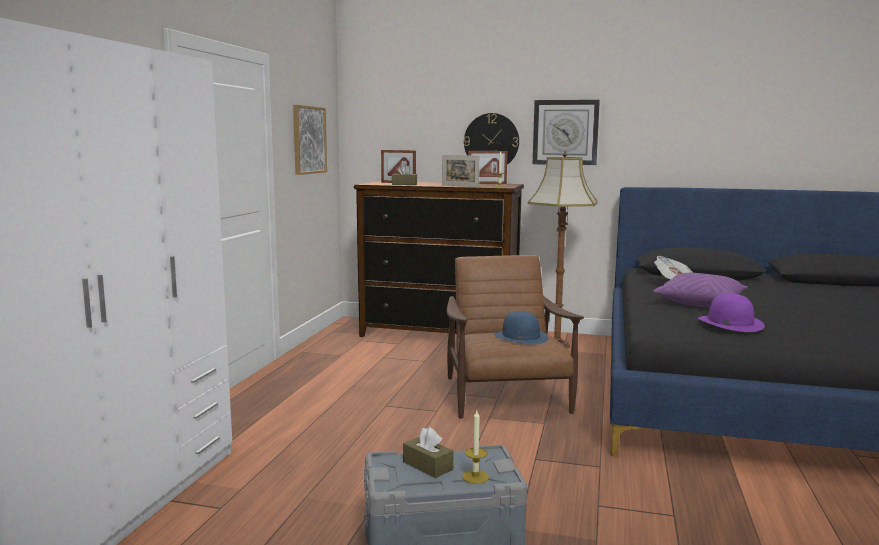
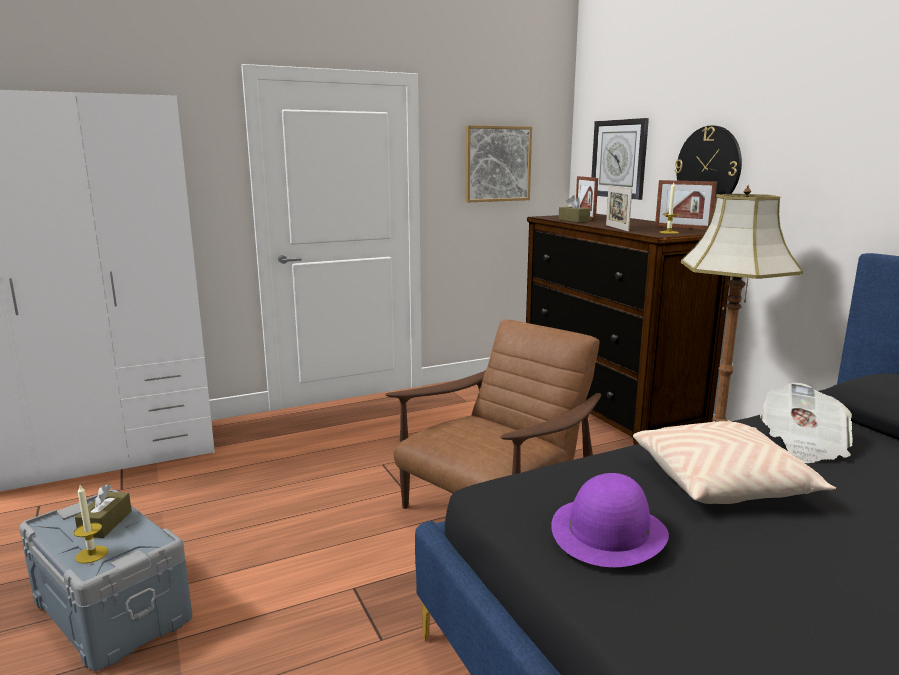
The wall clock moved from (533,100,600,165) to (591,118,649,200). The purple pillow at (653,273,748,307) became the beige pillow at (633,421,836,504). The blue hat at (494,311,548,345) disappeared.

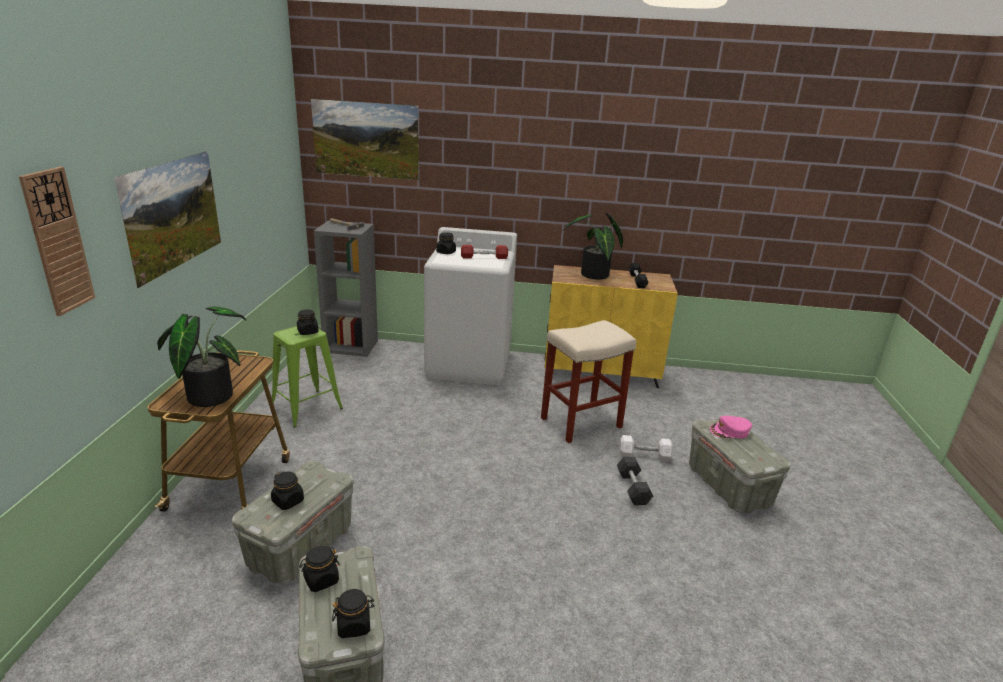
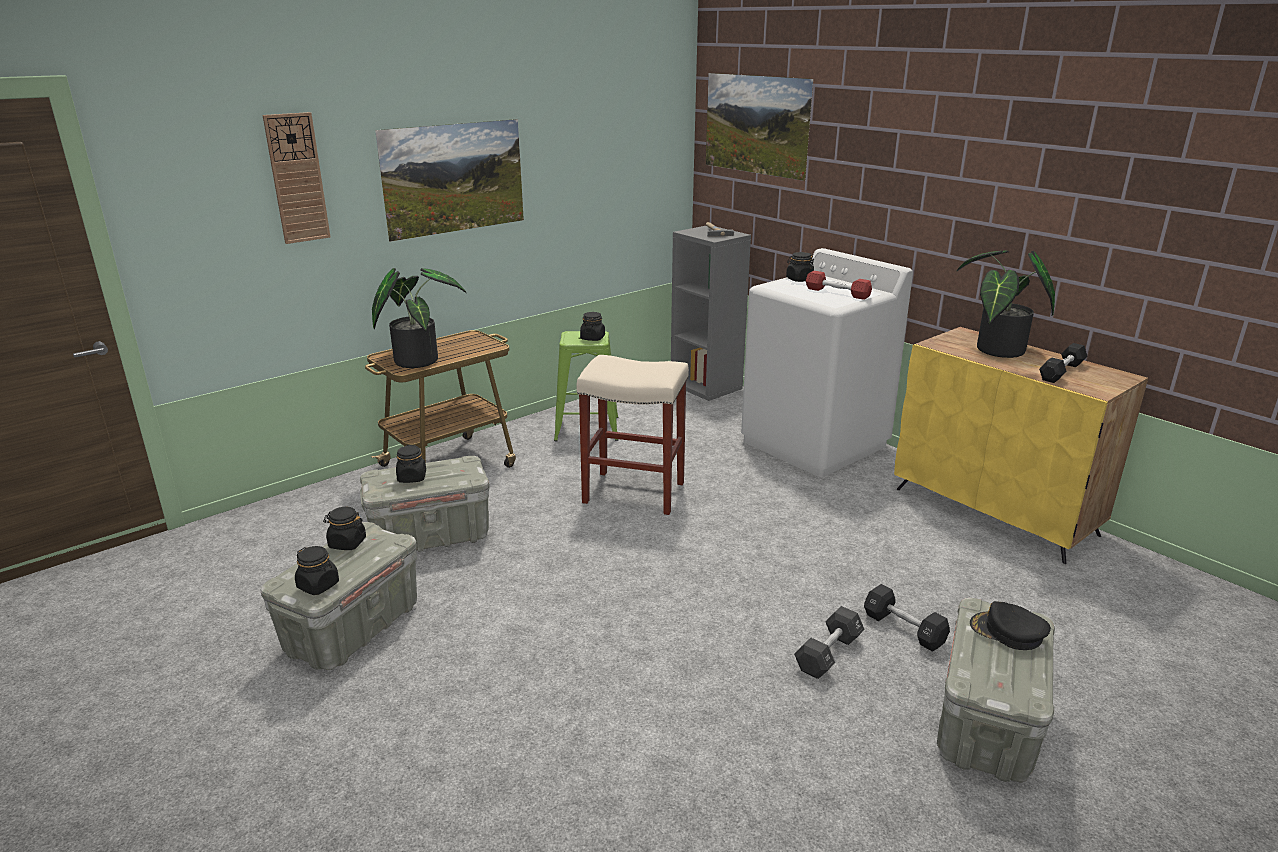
The beige stool moved from (541,320,636,443) to (576,355,689,515). The white dumbbell at (619,435,673,461) became the black dumbbell at (864,584,950,652). The pink cap at (710,416,752,439) became the black cap at (970,601,1051,650).

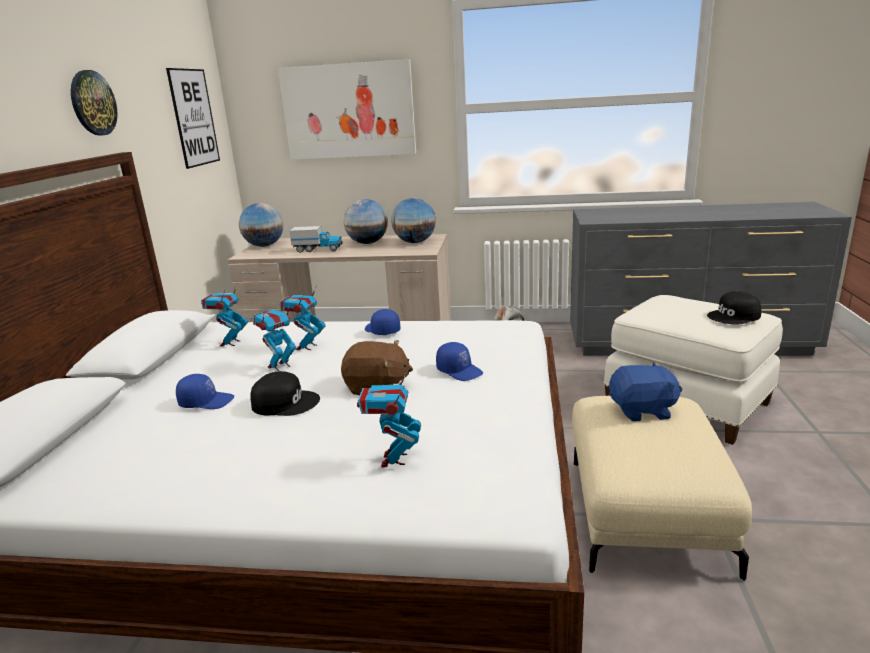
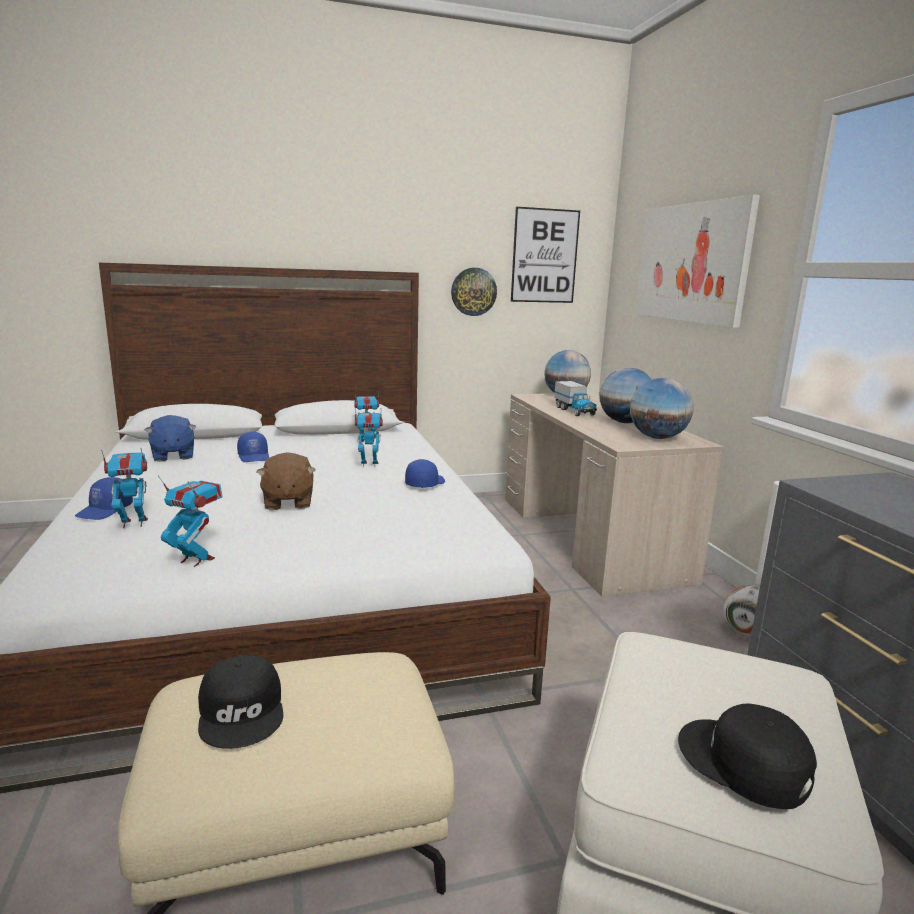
The blue cap moved from (436,342,483,381) to (75,477,133,520). The blue plush toy moved from (609,362,683,421) to (145,415,196,462). The toy robot moved from (253,303,296,371) to (158,475,223,567). The black cap moved from (250,371,320,416) to (198,655,283,749). The wall clock moved from (71,70,118,136) to (451,268,497,316).

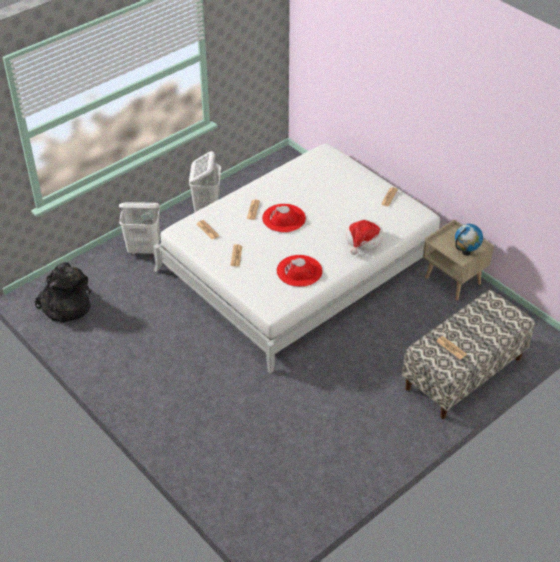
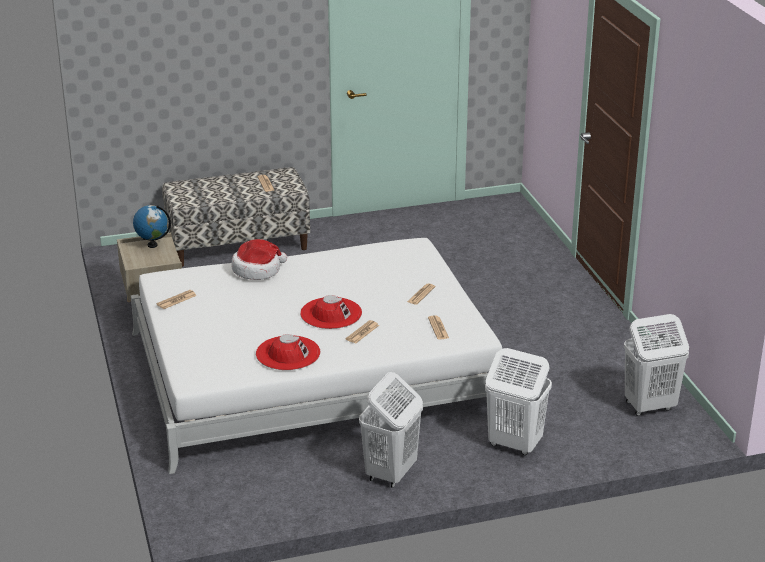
The red hat moved from (277,255,323,287) to (256,334,320,370). The black backpack at (34,262,91,322) was replaced by the white laundry basket at (624,314,689,416).

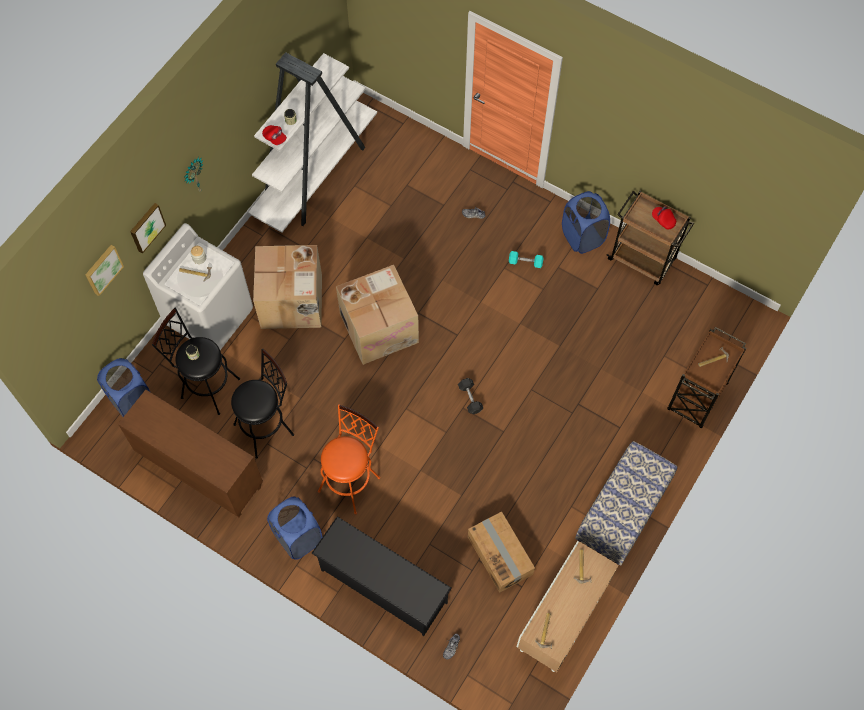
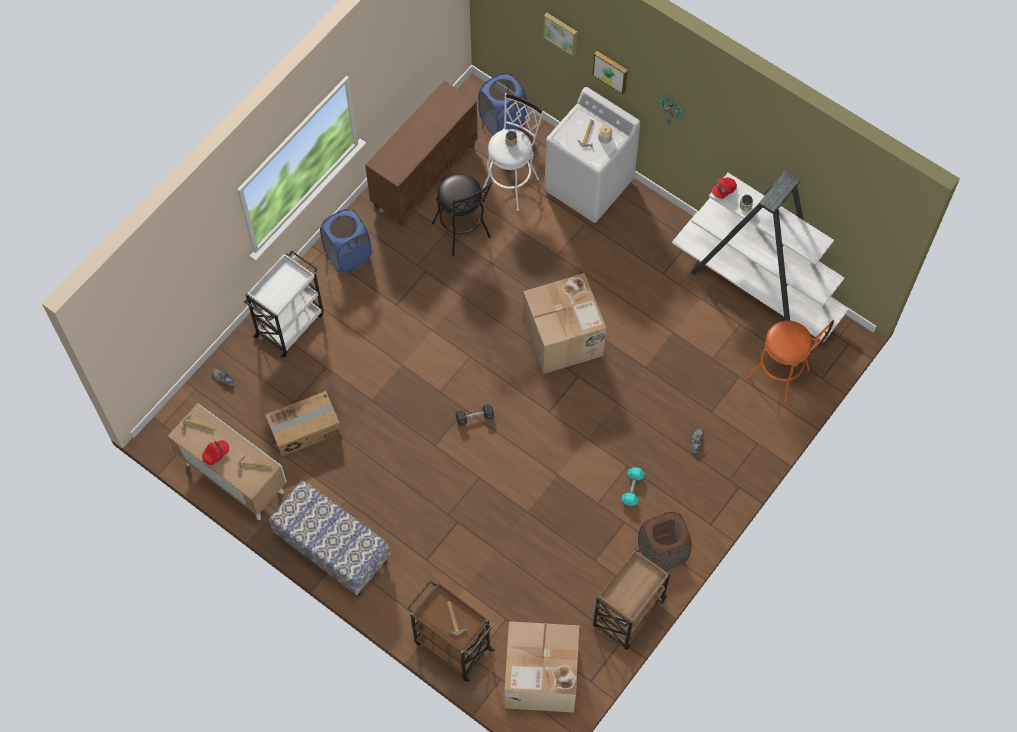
The red cap moved from (652,206,676,229) to (202,440,229,465). The black shoe rack at (311,516,452,636) was replaced by the white cart at (244,251,324,358). The black stool at (152,308,240,415) became the white stool at (482,93,544,211). The cardboard box moved from (253,245,322,329) to (505,621,579,713). The blue laundry basket at (562,191,610,254) became the brown laundry basket at (638,512,692,571). The orange stool moved from (318,405,380,514) to (748,319,835,403).

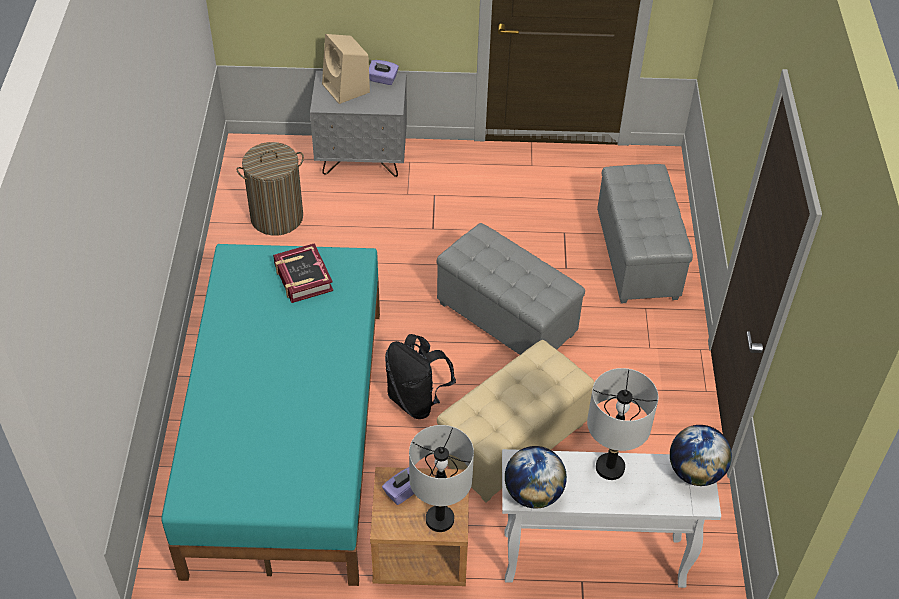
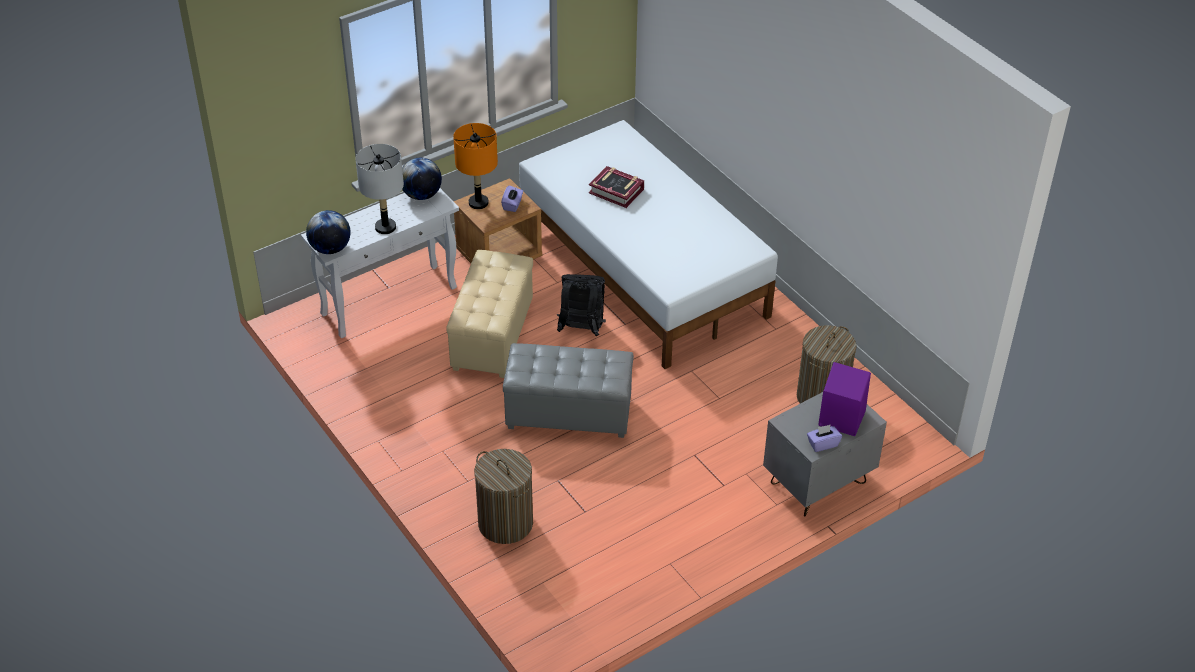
The grey table lamp at (409,425,474,532) became the orange table lamp at (453,123,498,209). The grey ottoman at (597,164,693,303) was replaced by the laundry basket at (474,449,533,544). The turquoise bed at (161,244,380,586) became the white bed at (519,120,778,369). The book moved from (273,243,333,303) to (589,166,644,208). The beige speaker at (322,34,370,104) became the purple speaker at (818,362,871,436).

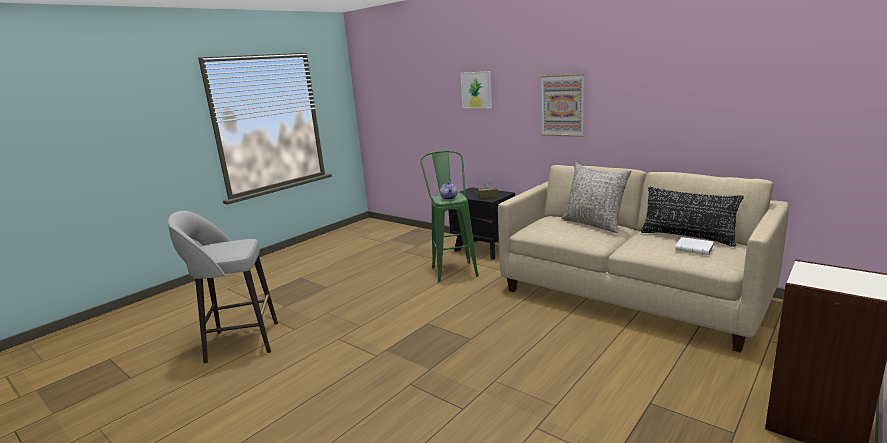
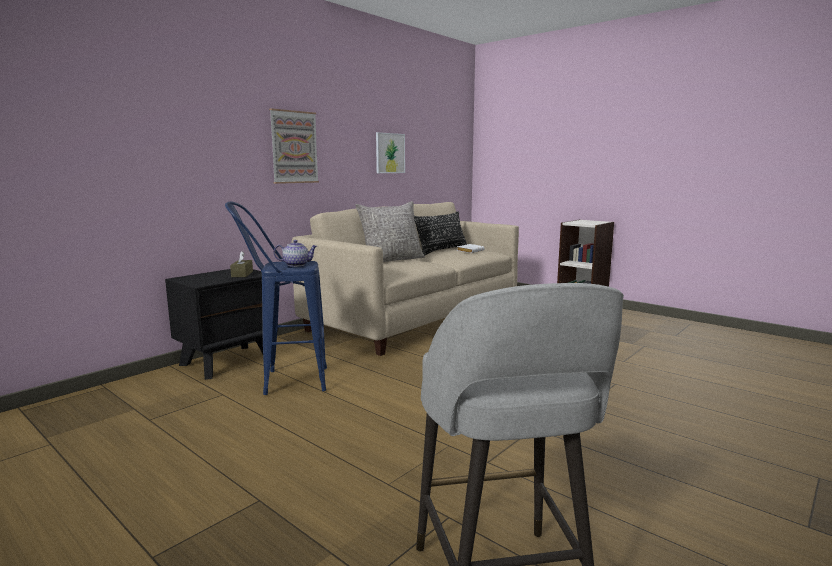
The green stool at (420,150,479,282) became the blue stool at (225,202,327,395). The picture moved from (460,71,492,108) to (376,132,405,173).

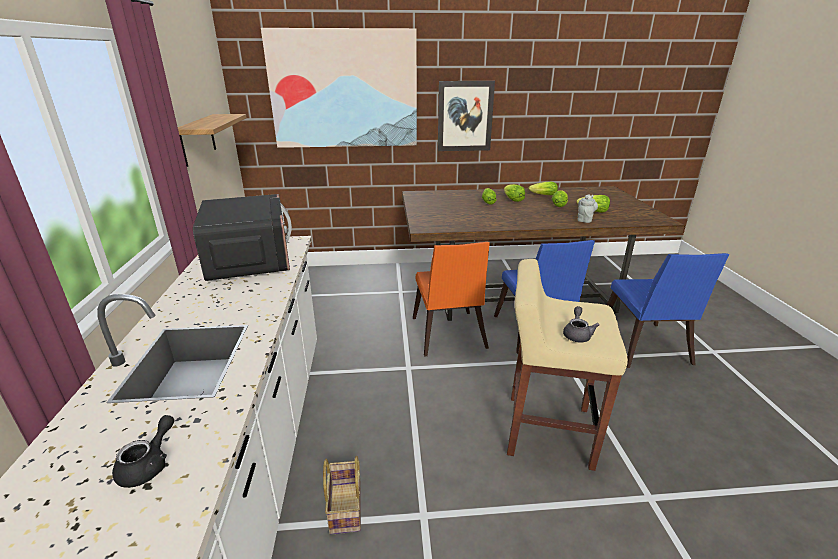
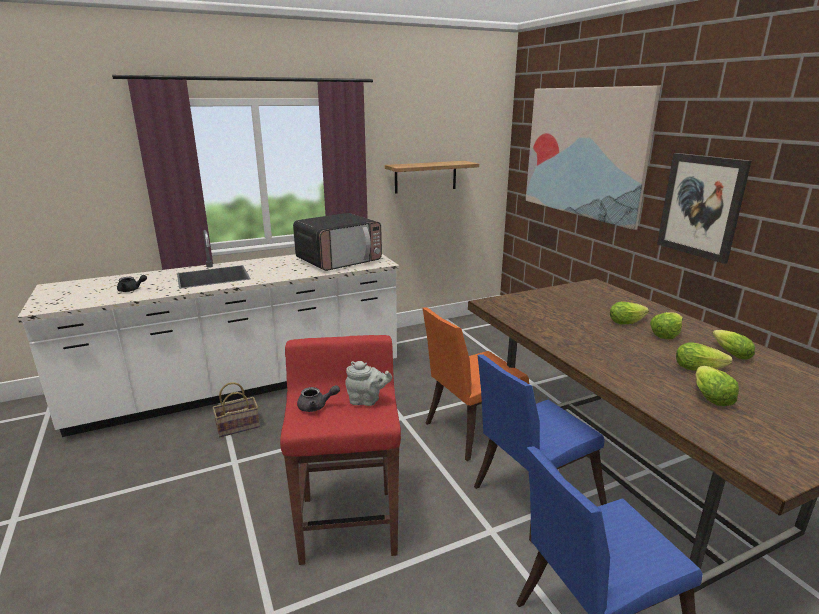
The beige stool at (507,259,628,471) became the red stool at (280,335,401,565). The grey teapot moved from (577,194,598,223) to (345,361,392,406).

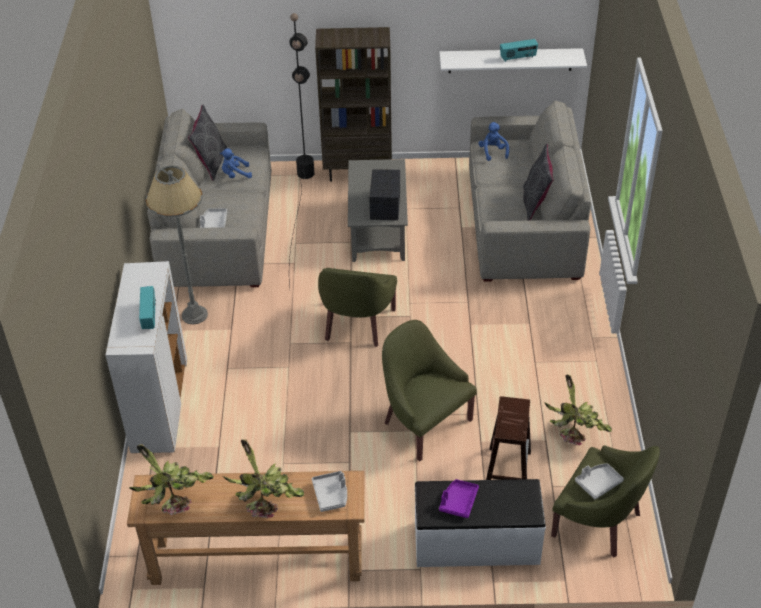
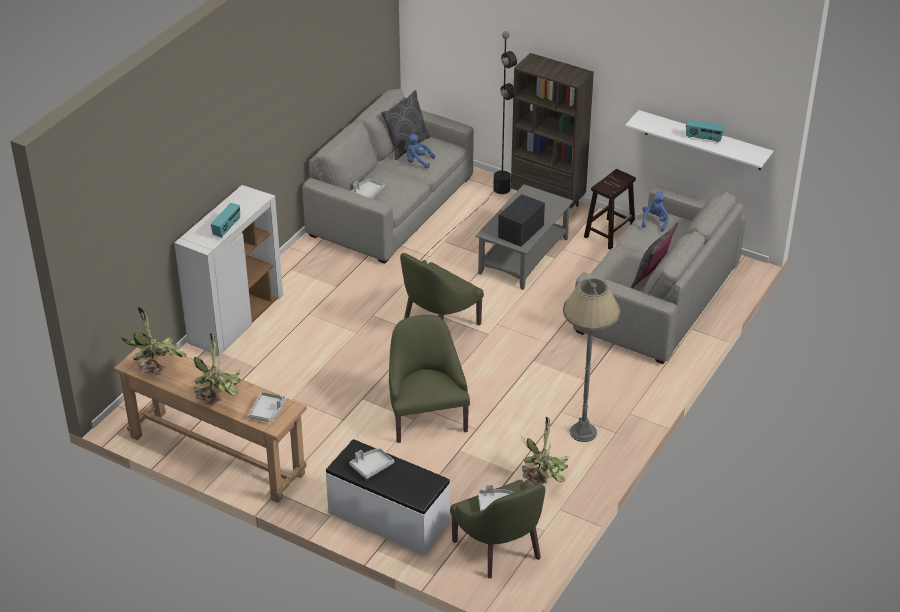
The purple tray at (439,479,479,518) became the grey tray at (349,448,394,479). The grey floor lamp moved from (145,165,208,325) to (563,278,621,442). The brown stool moved from (486,396,531,480) to (584,169,636,250).

